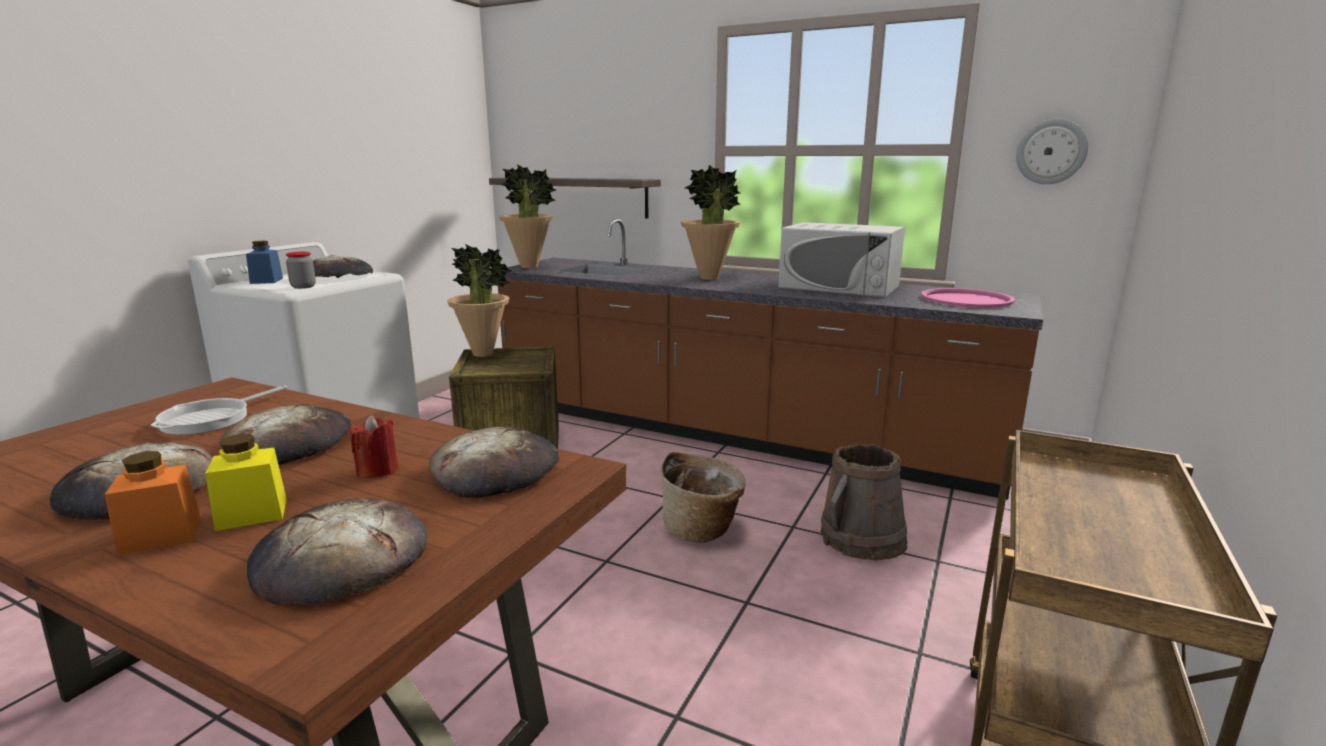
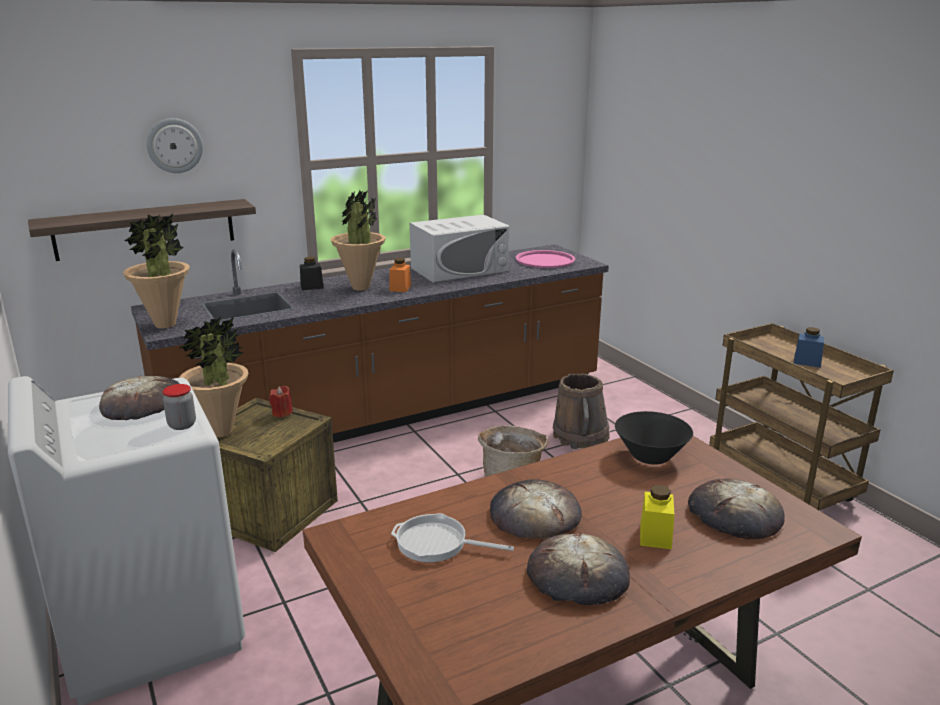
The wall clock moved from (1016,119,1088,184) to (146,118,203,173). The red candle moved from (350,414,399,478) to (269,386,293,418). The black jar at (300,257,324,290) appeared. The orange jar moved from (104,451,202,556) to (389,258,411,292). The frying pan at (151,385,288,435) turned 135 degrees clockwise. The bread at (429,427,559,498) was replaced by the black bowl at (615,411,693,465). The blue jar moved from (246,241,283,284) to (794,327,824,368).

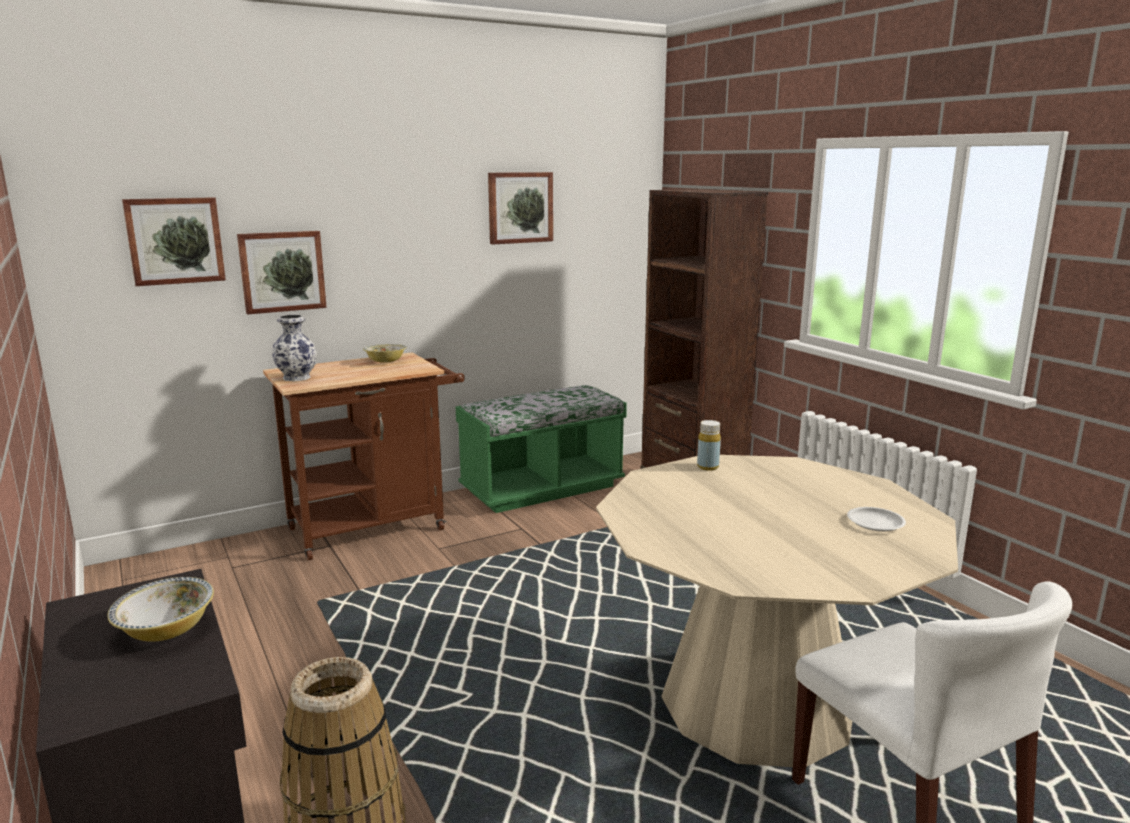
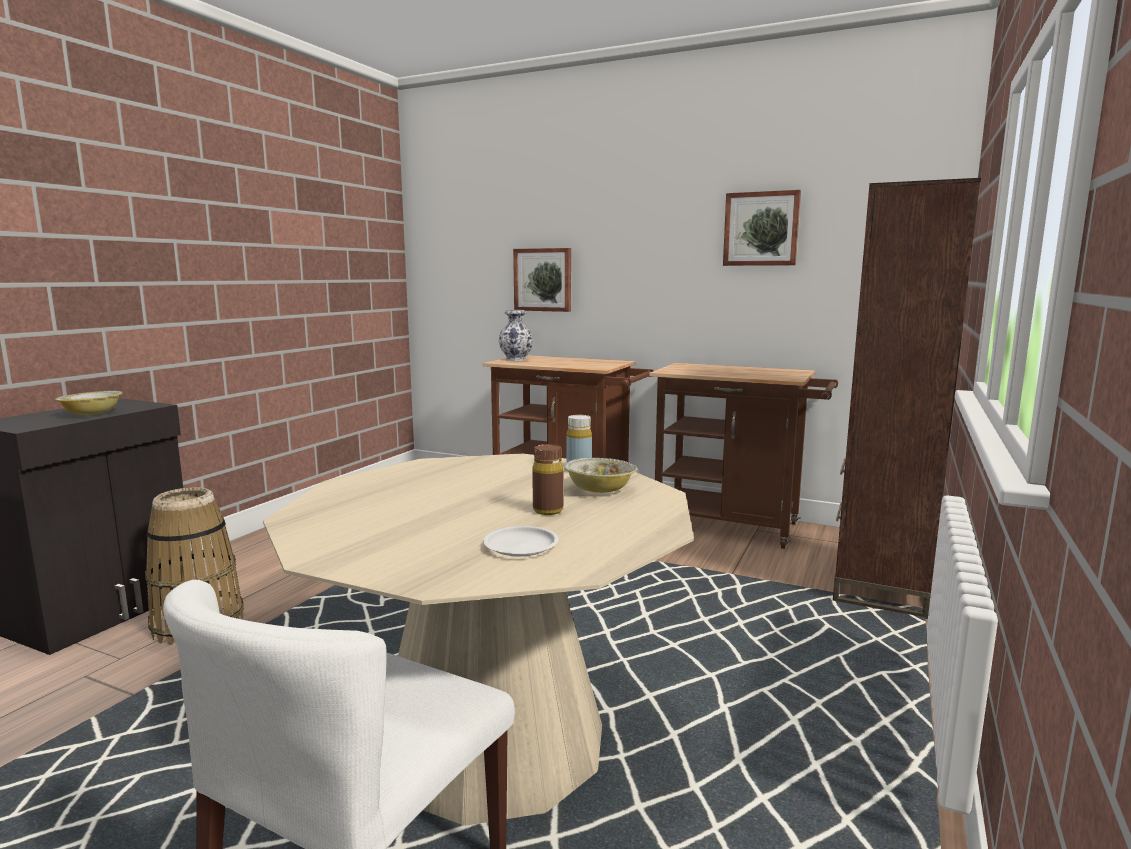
The brown bottle at (532,444,563,515) appeared. The bowl moved from (363,344,406,363) to (563,458,637,493). The green bench at (455,385,627,513) was replaced by the brown cart at (649,363,838,549). The picture at (122,197,226,286) disappeared.

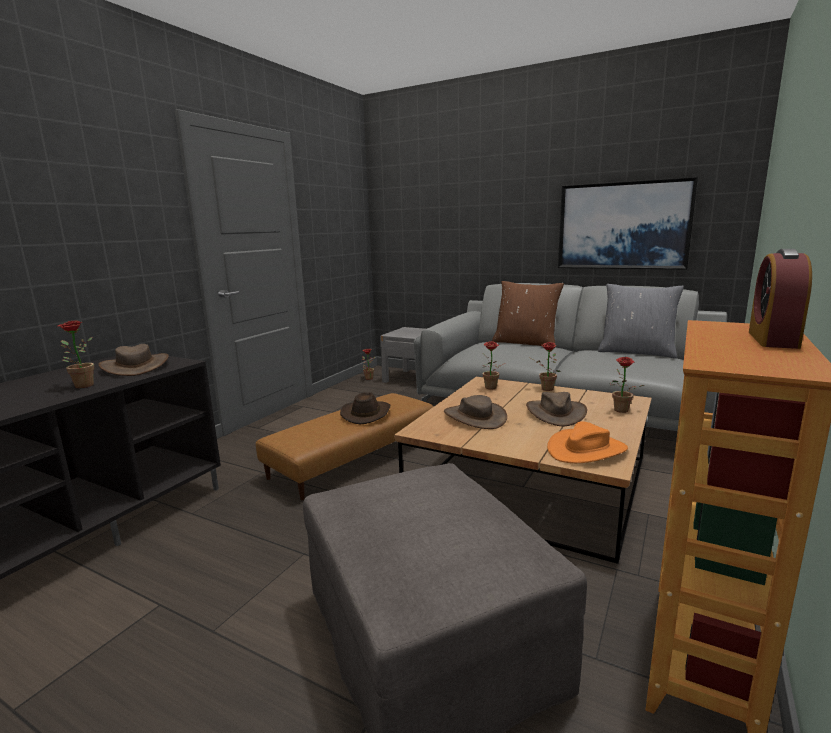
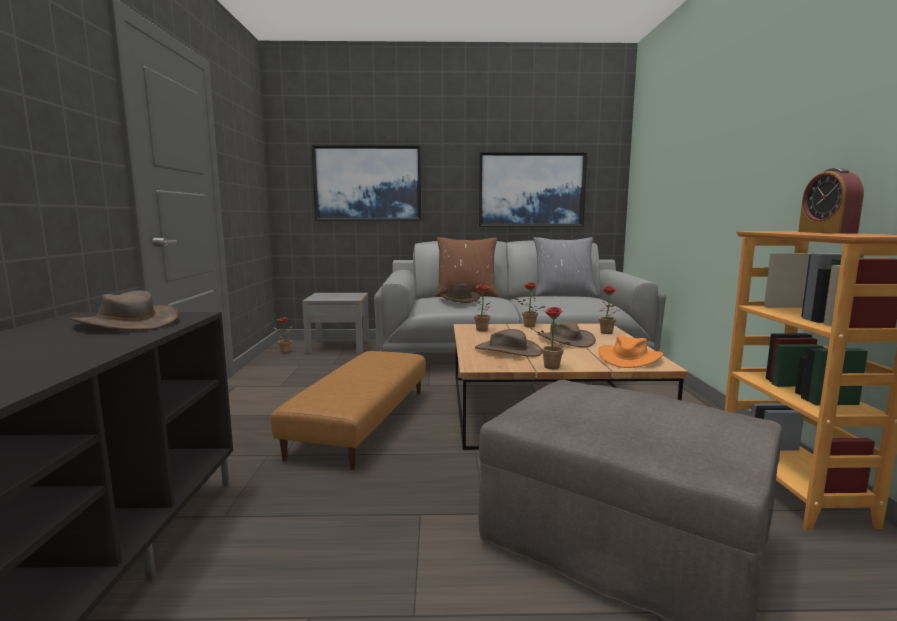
The picture at (312,145,421,221) appeared. The brown hat moved from (340,392,390,424) to (438,282,481,303). The potted plant moved from (58,320,94,388) to (528,307,571,369).

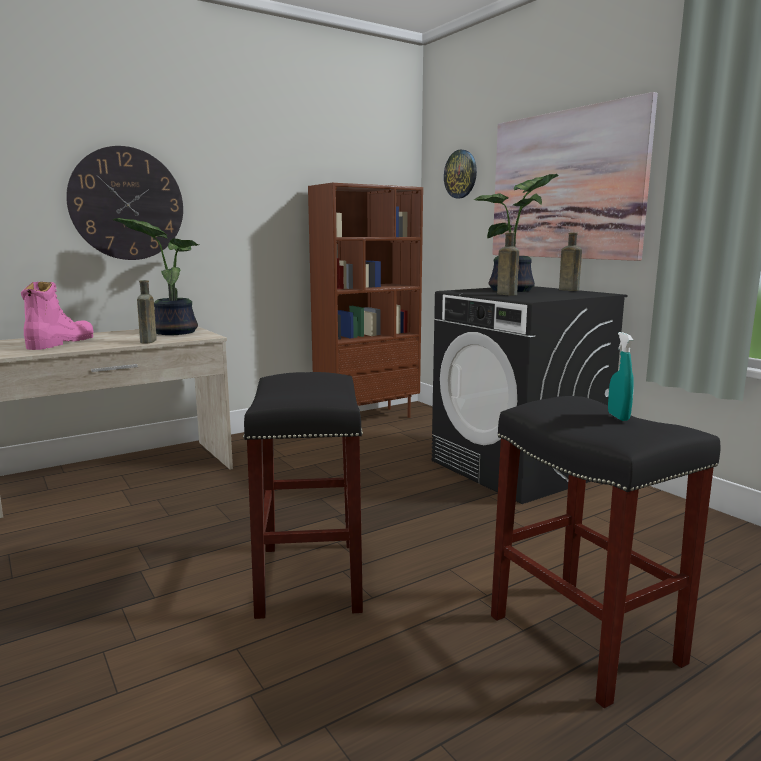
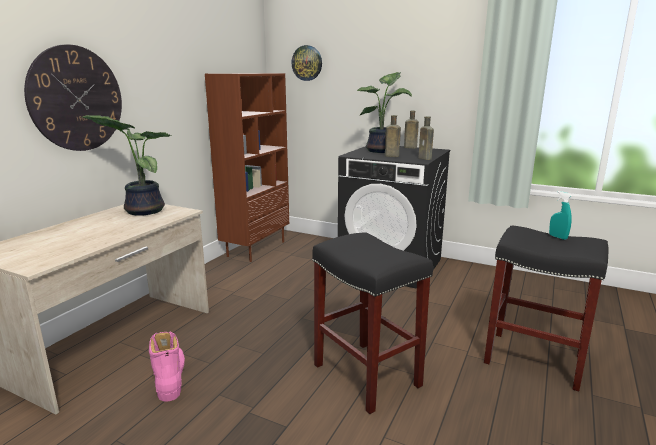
The pink boot moved from (21,282,94,350) to (149,332,185,401). The brown bottle moved from (137,280,157,343) to (418,116,434,160). The picture at (492,92,658,261) disappeared.

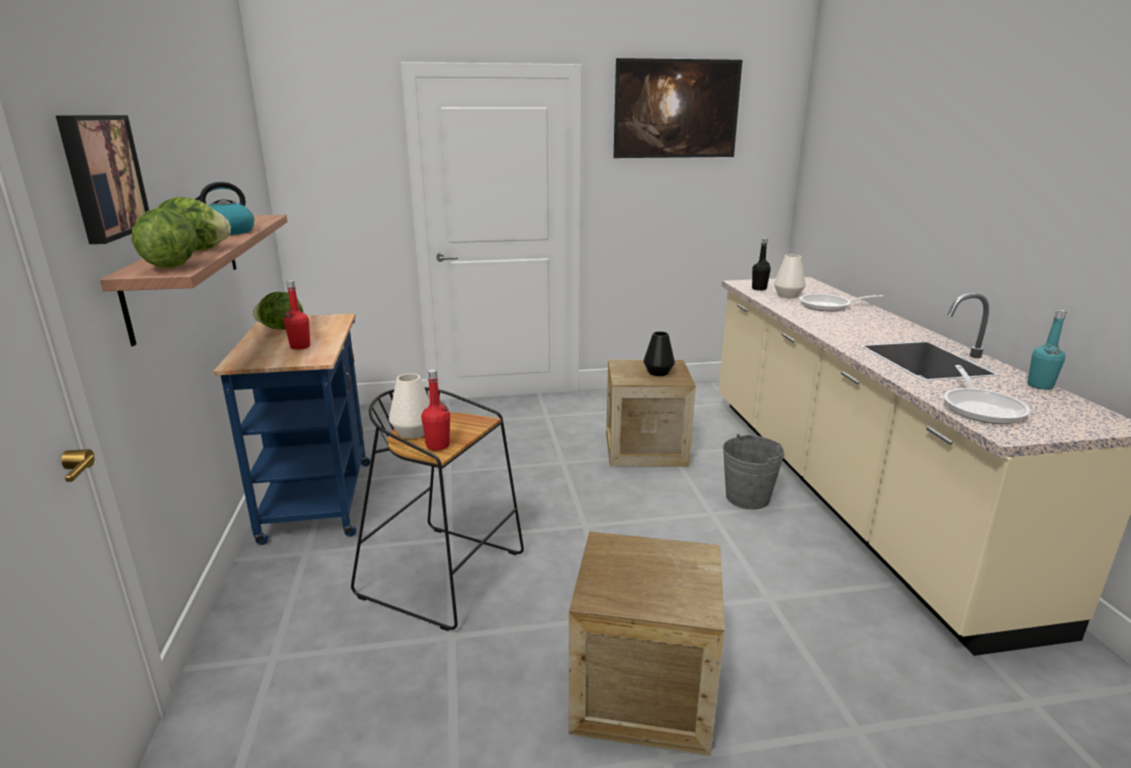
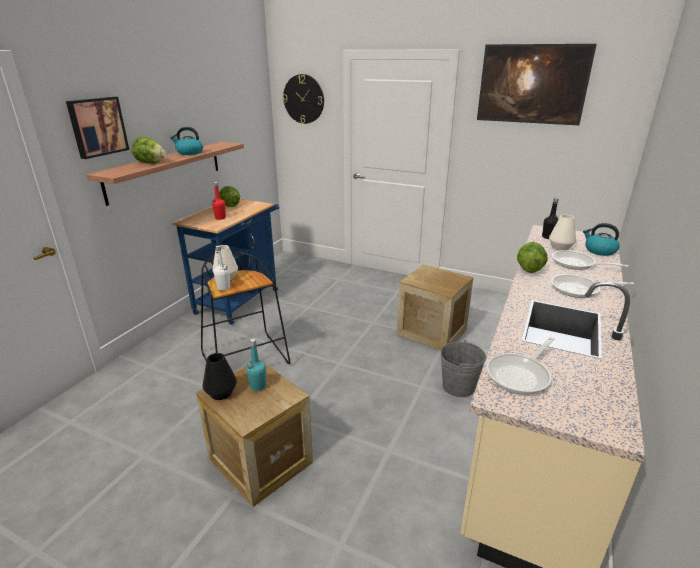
The black vase moved from (643,331,675,376) to (203,353,237,400). The red bottle at (421,369,450,451) became the white bottle at (213,246,230,291). The turquoise bottle moved from (1028,310,1067,390) to (246,339,266,391). The wall clock at (283,74,324,124) appeared. The lettuce moved from (132,208,198,268) to (517,242,548,273). The frying pan at (551,274,634,298) appeared. The kettle at (583,223,620,256) appeared.

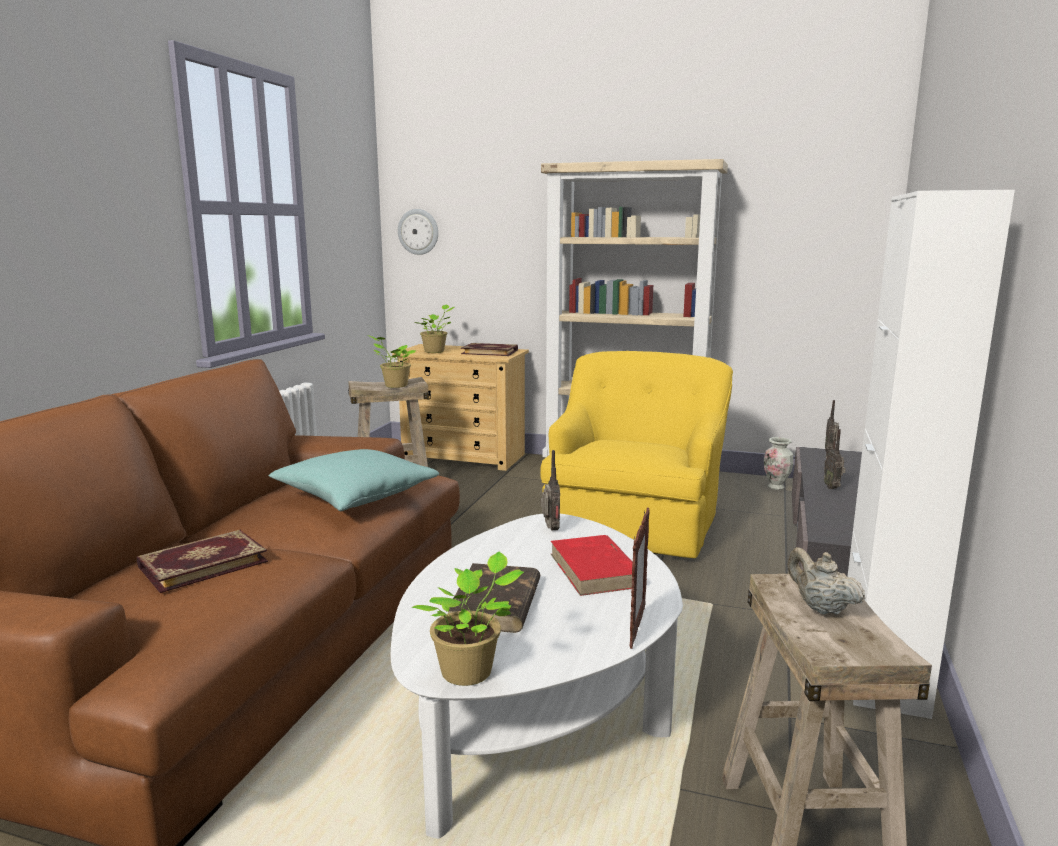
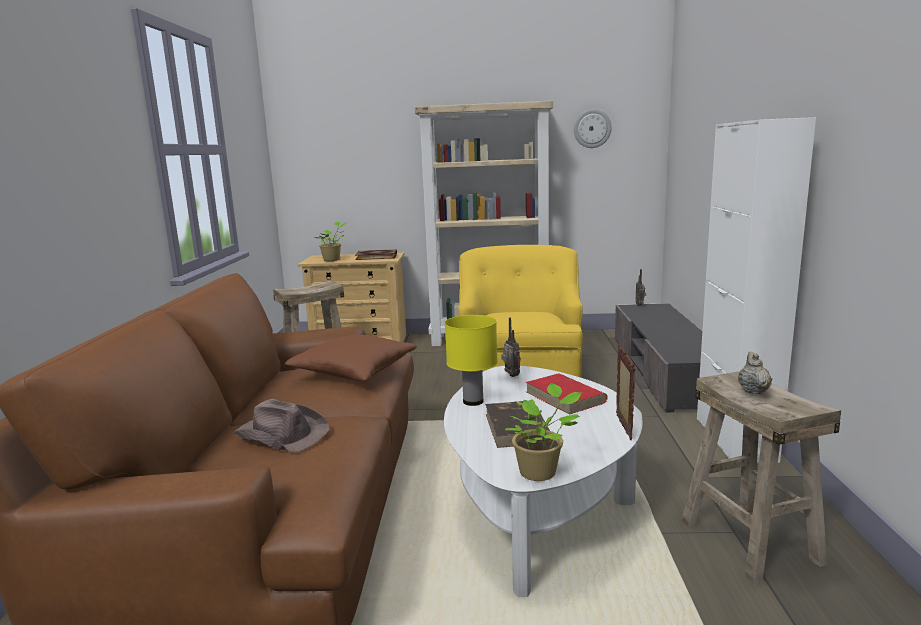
The book at (137,530,268,593) was replaced by the brown hat at (233,399,330,452). The turquoise pillow at (268,449,439,511) became the brown pillow at (284,335,417,382). The yellow table lamp at (445,315,498,406) appeared. The wall clock moved from (398,209,438,255) to (574,109,612,148). The beige teapot at (788,547,865,615) turned 60 degrees clockwise. The potted plant at (368,335,416,388) disappeared. The vase at (764,437,794,490) disappeared. The radio at (824,429,846,489) disappeared.

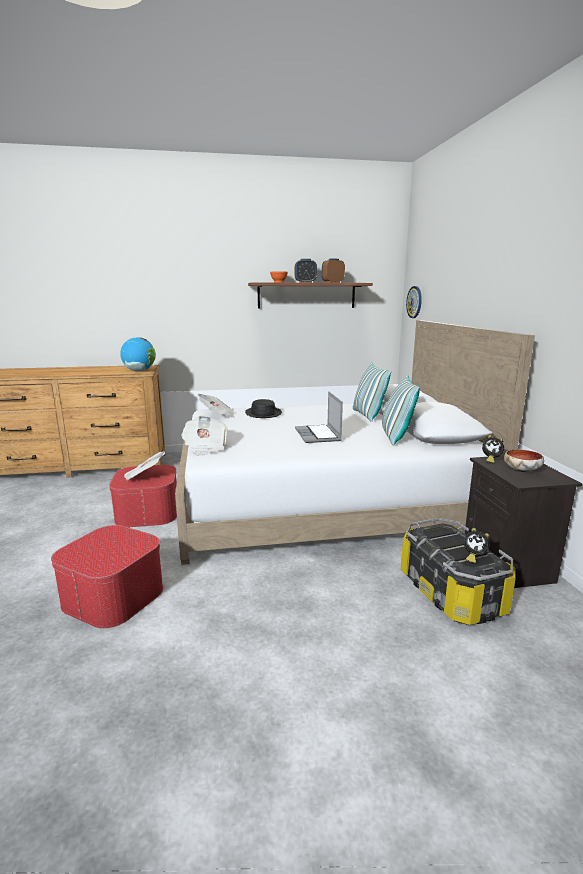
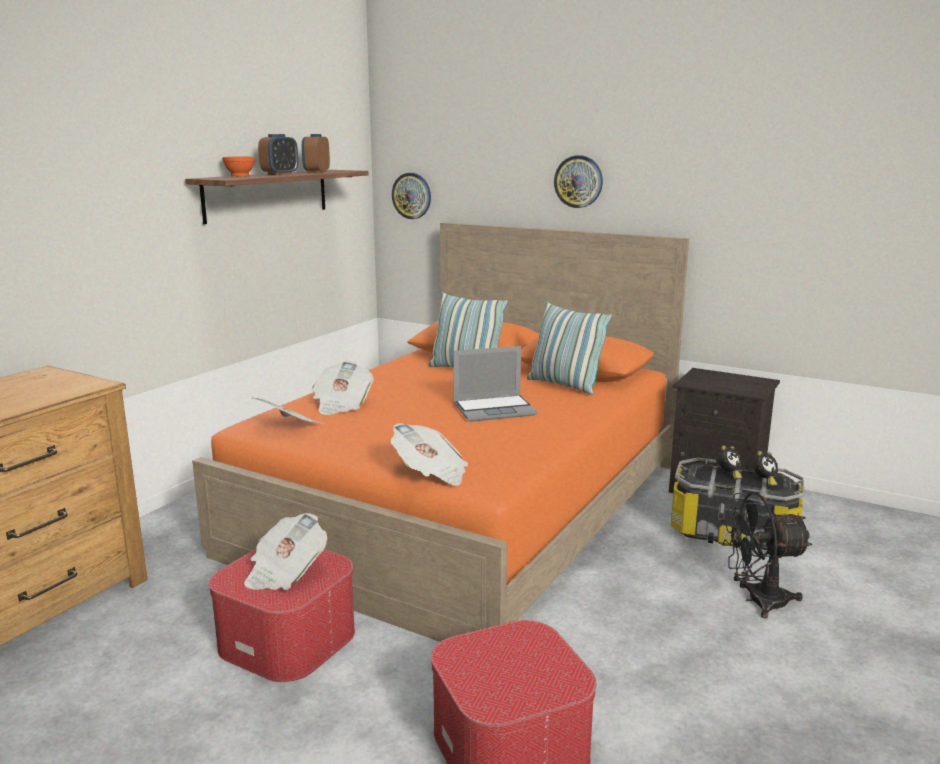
The white bed at (175,320,535,565) became the orange bed at (192,223,689,642). The black hat at (245,399,282,418) was replaced by the newspaper at (313,361,374,415). The laptop at (295,391,343,443) turned 45 degrees counterclockwise. The wall clock at (554,155,603,208) appeared. The alarm clock moved from (482,435,504,464) to (718,446,742,479). The black fan at (721,492,812,619) appeared. The globe at (120,337,156,372) disappeared. The bowl at (504,449,544,472) disappeared.

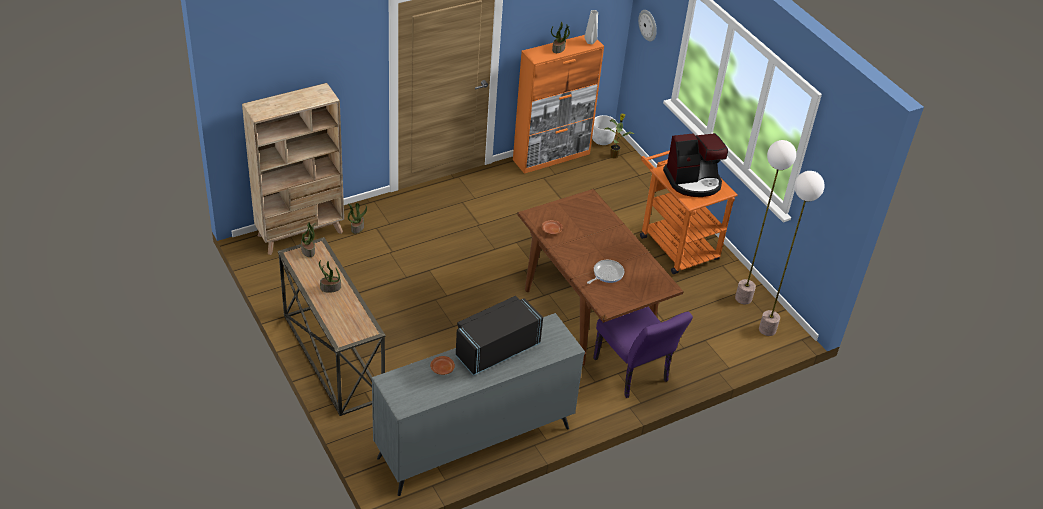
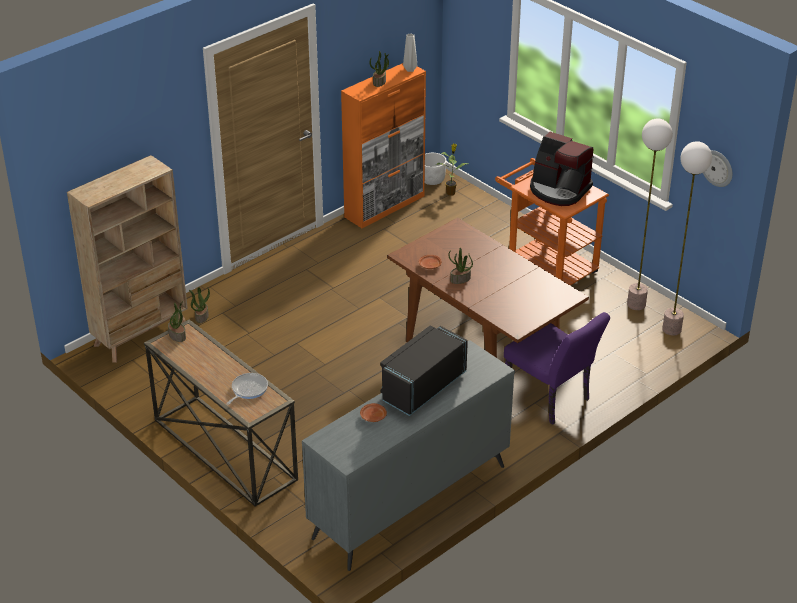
The frying pan moved from (587,260,624,284) to (226,373,268,405). The potted plant moved from (319,260,341,293) to (449,248,473,284). The coffee machine at (663,133,728,197) turned 60 degrees clockwise. The wall clock moved from (638,10,657,41) to (703,150,732,187).

